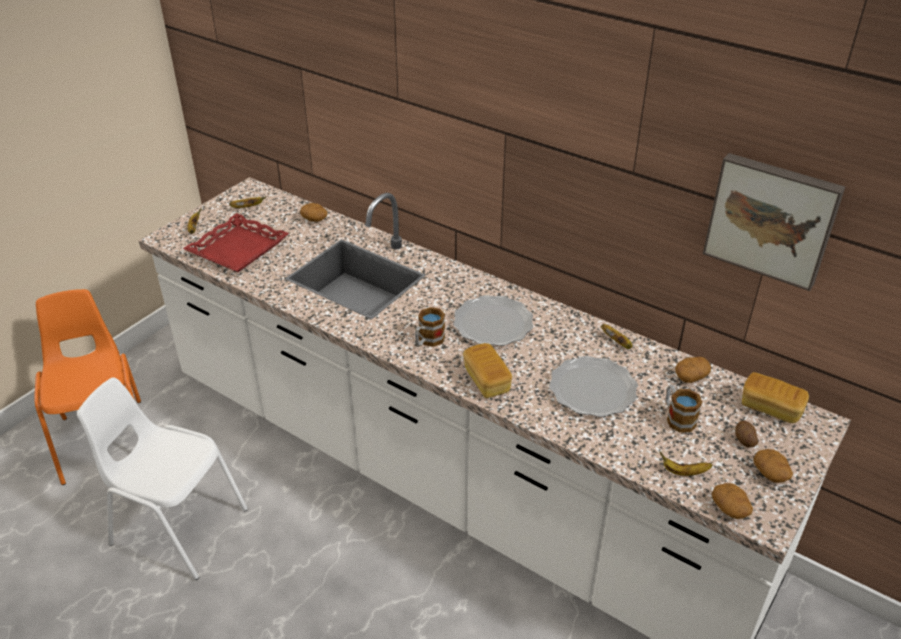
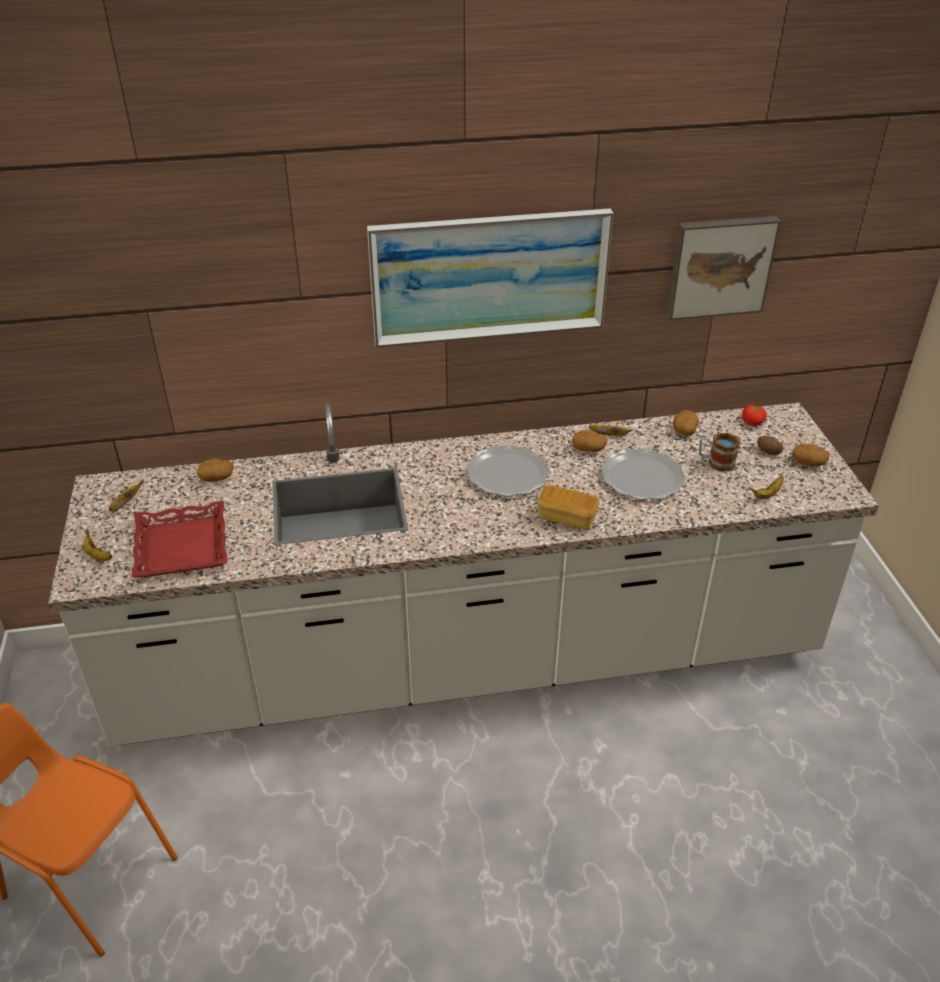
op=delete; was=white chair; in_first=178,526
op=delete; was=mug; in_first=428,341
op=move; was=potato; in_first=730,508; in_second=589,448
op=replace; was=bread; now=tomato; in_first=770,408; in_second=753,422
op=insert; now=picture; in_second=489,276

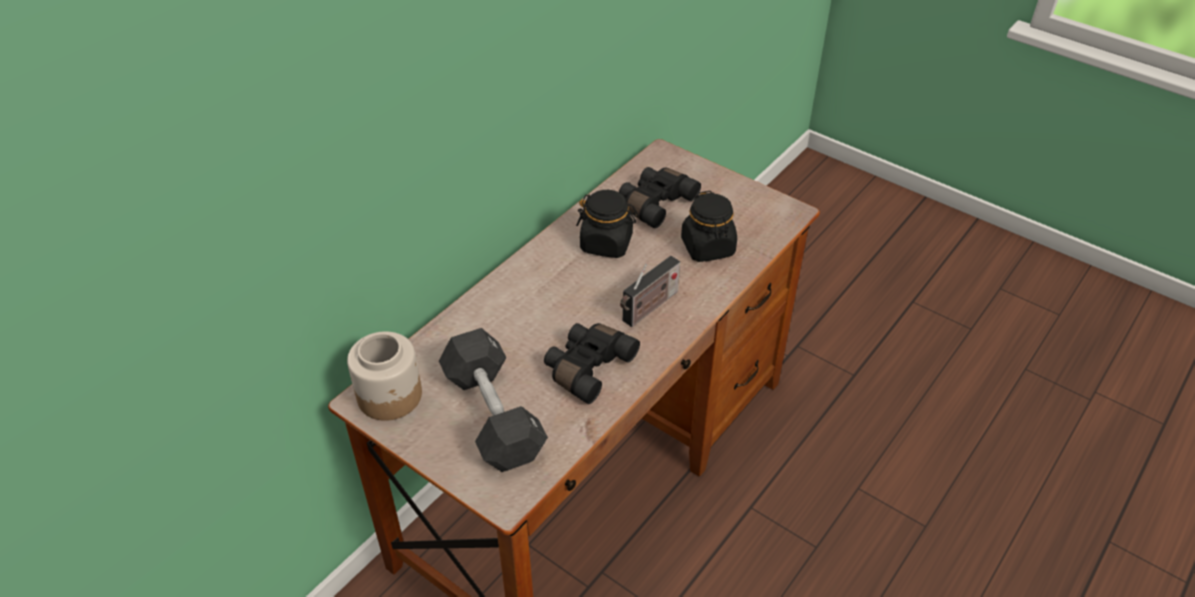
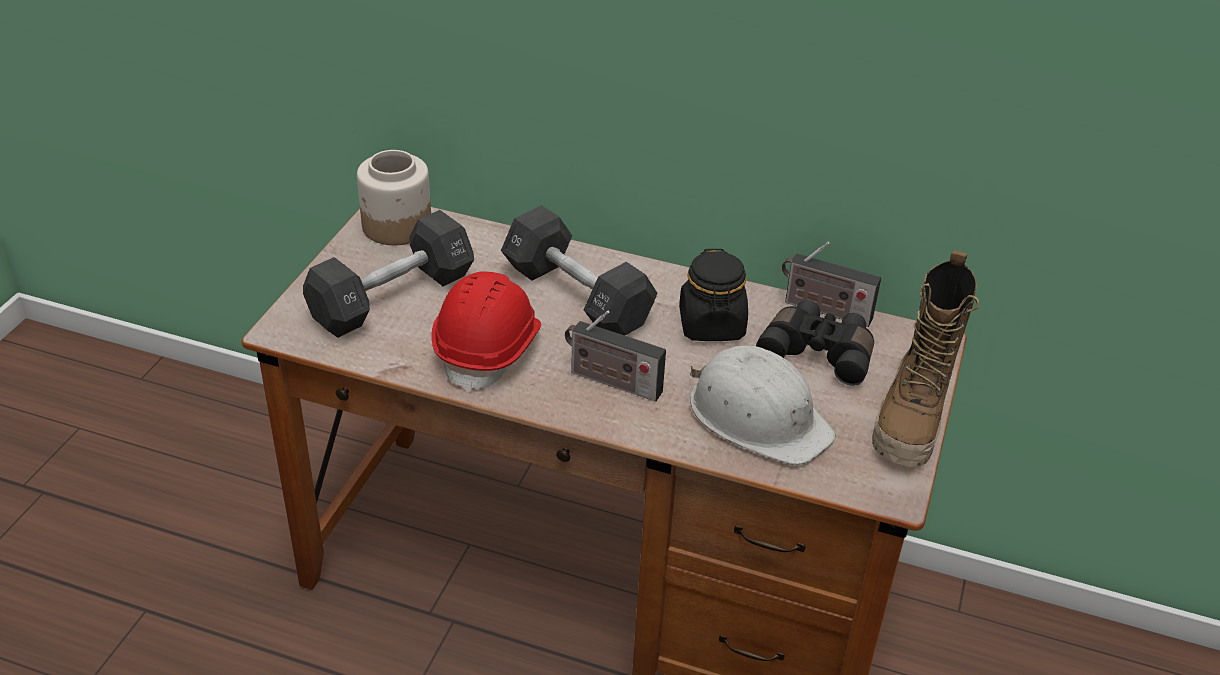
op=replace; was=black binoculars; now=red hard hat; in_first=587,367; in_second=489,349
op=replace; was=black jar; now=white hard hat; in_first=708,247; in_second=758,416
op=insert; now=black dumbbell; in_second=577,296
op=insert; now=radio; in_second=823,310
op=insert; now=boot; in_second=912,420

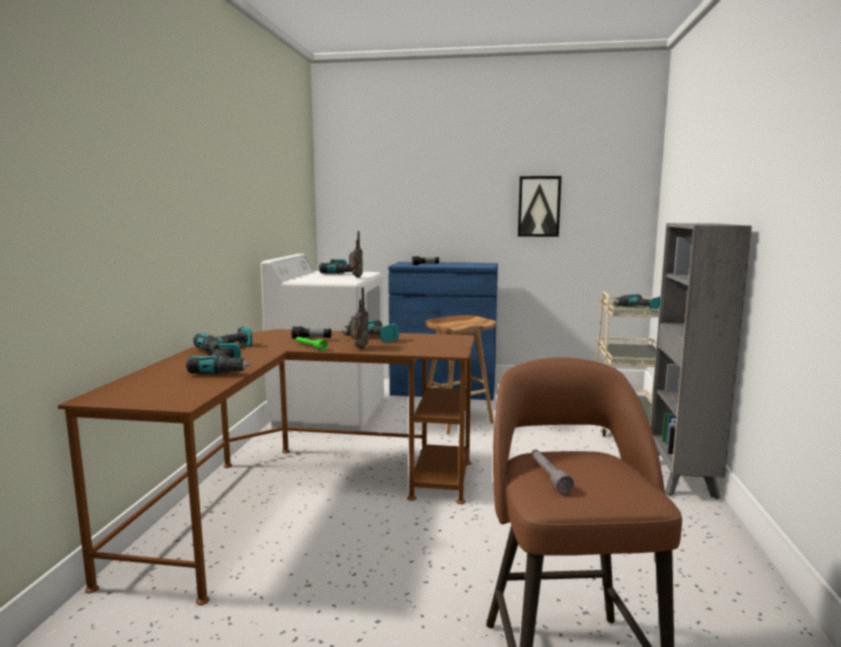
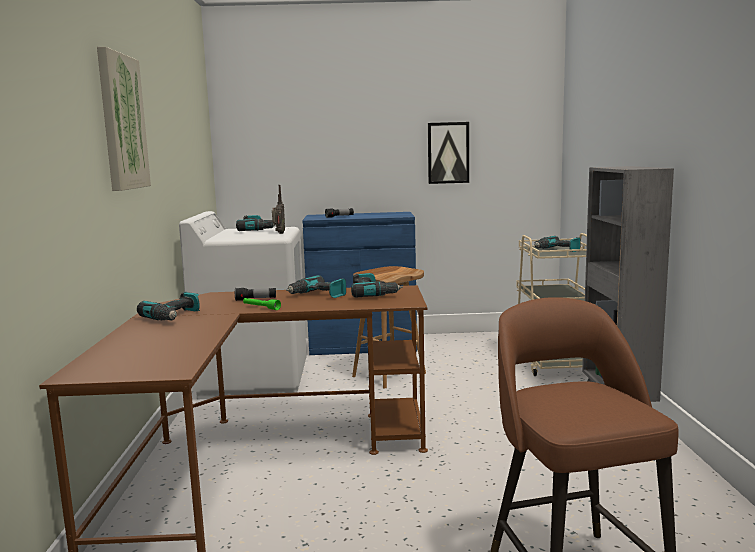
op=move; was=power drill; in_first=225,369; in_second=373,293
op=delete; was=radio; in_first=358,348
op=delete; was=grey flashlight; in_first=549,476
op=insert; now=picture; in_second=122,122

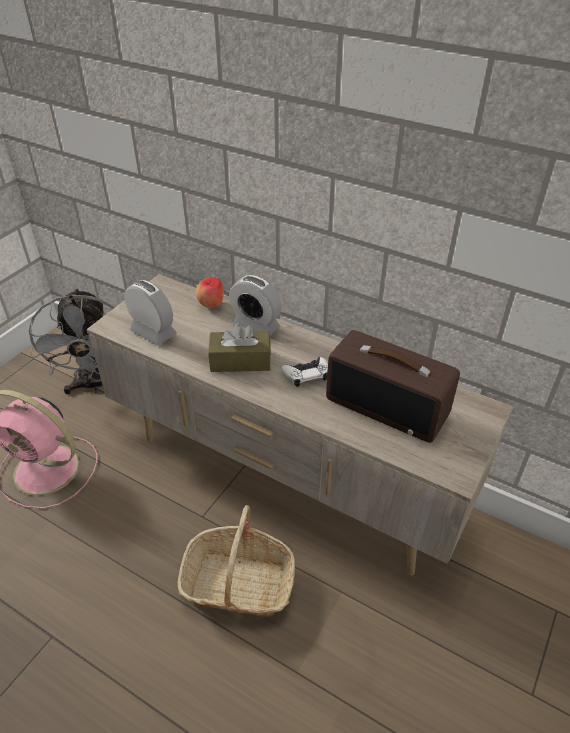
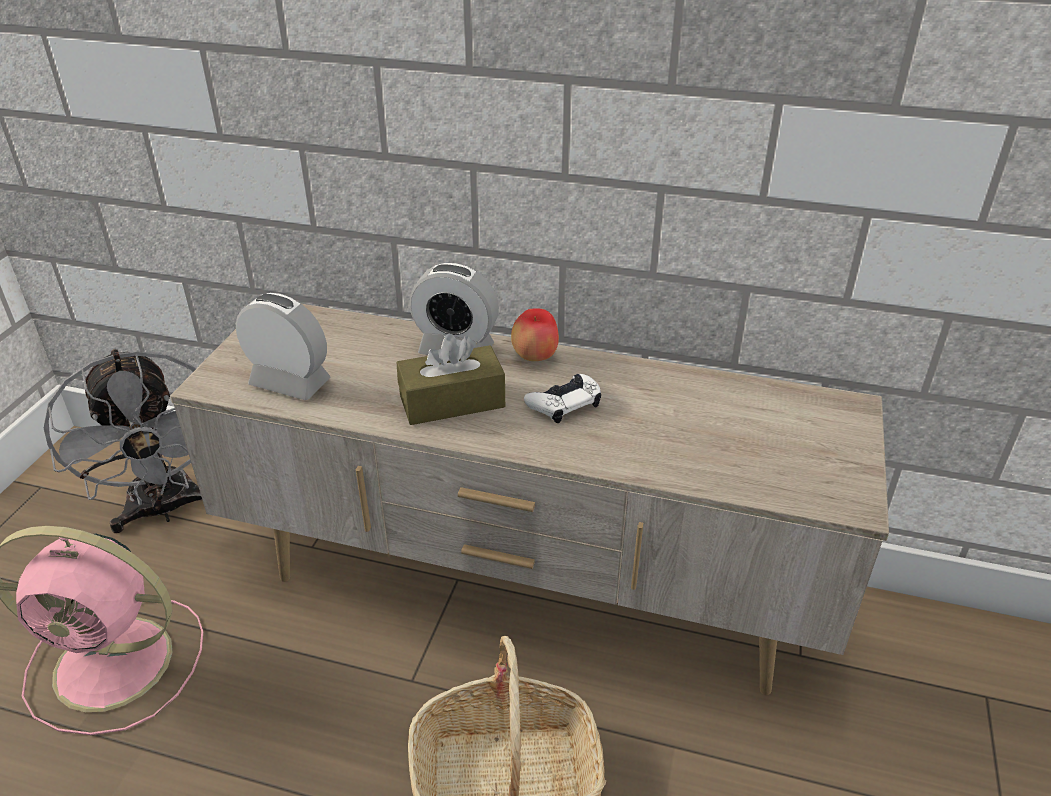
op=move; was=apple; in_first=211,305; in_second=535,357
op=delete; was=radio; in_first=388,406

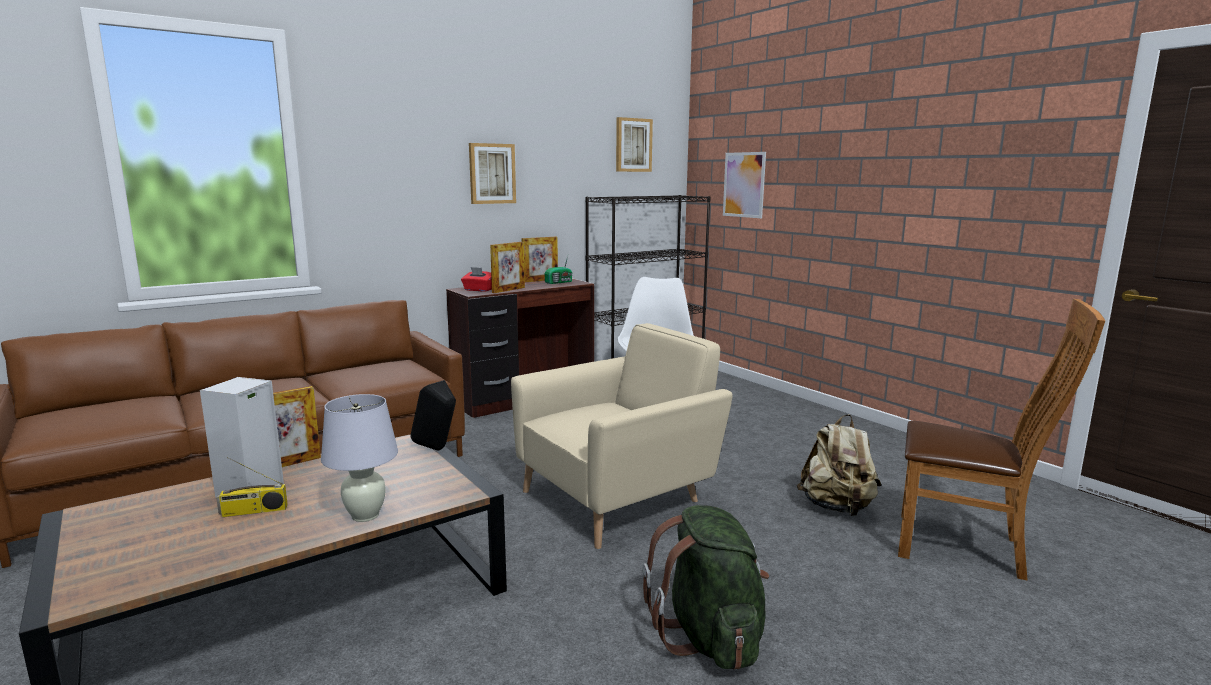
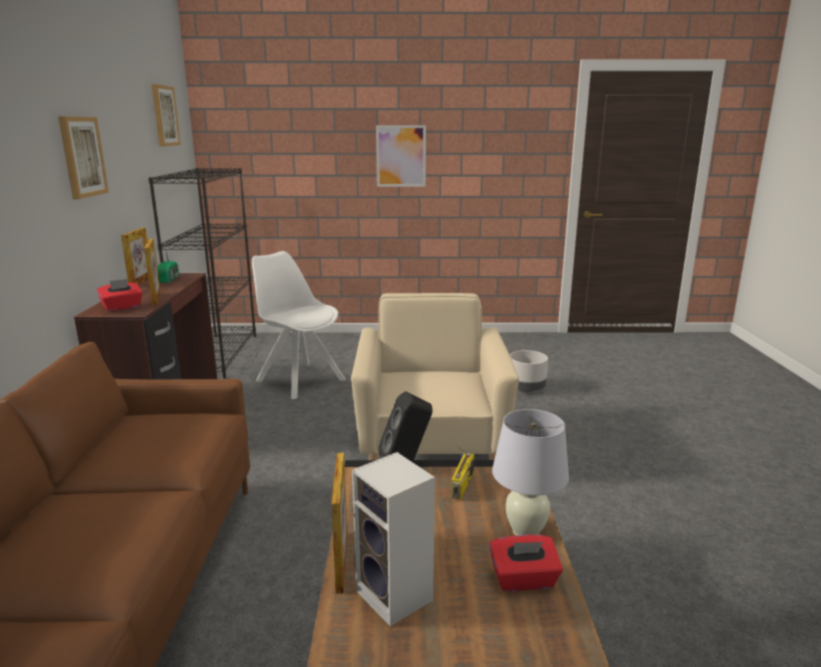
op=move; was=radio; in_first=253,511; in_second=463,485
op=delete; was=green backpack; in_first=710,637
op=move; was=picture; in_first=744,185; in_second=401,156
op=replace; was=beige backpack; now=grey planter; in_first=837,508; in_second=526,388
op=delete; was=brown chair; in_first=968,547
op=insert; now=red tissue box; in_second=523,580

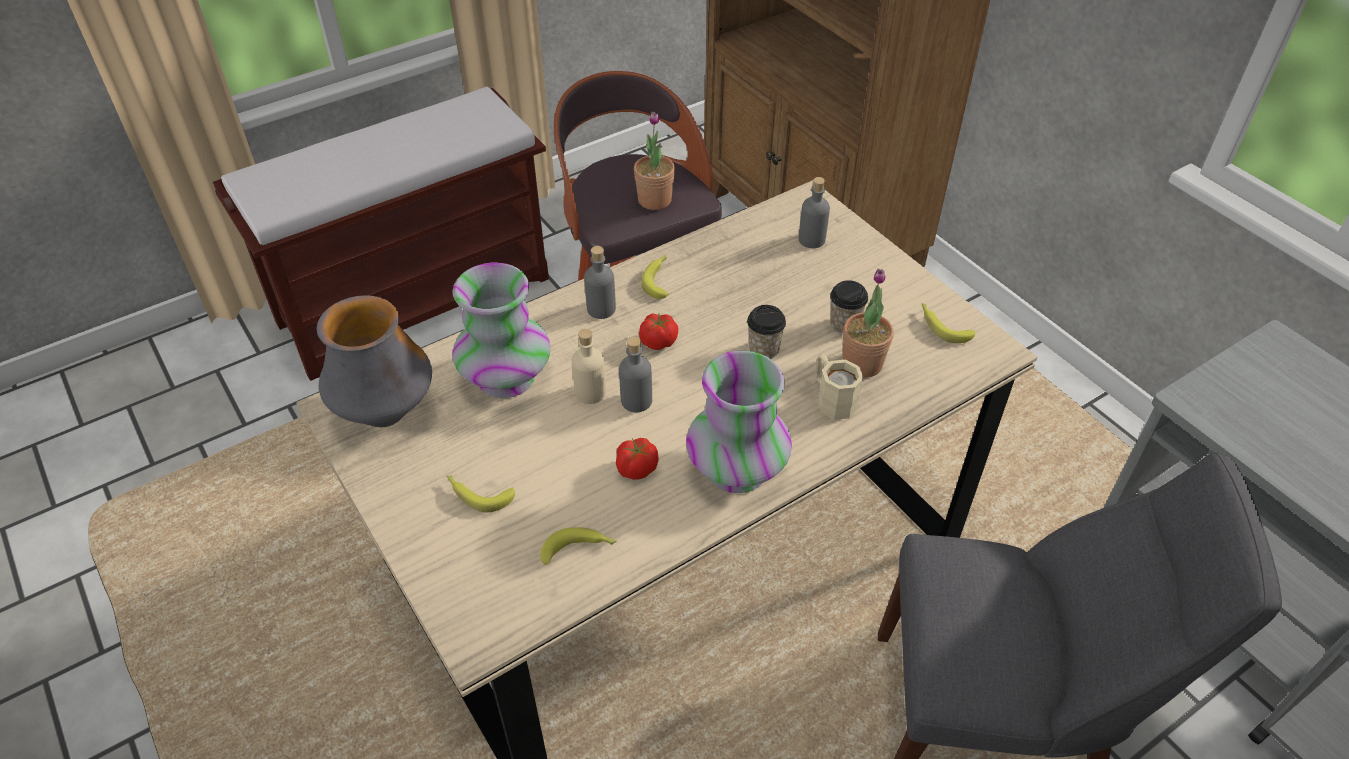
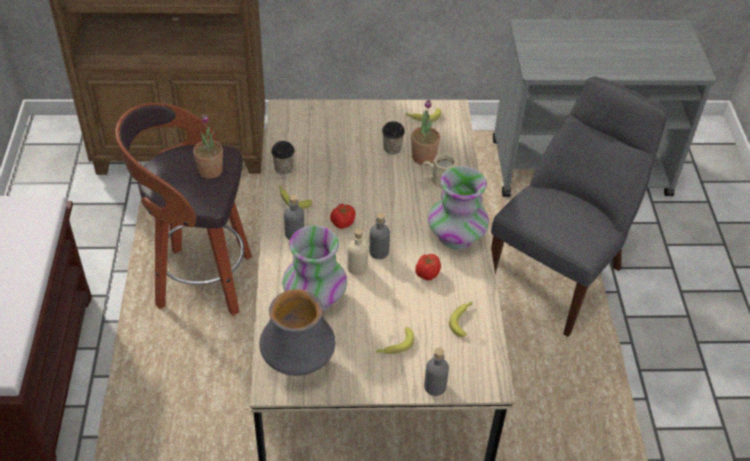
op=move; was=cup; in_first=764,350; in_second=283,169
op=move; was=grey bottle; in_first=811,239; in_second=435,386

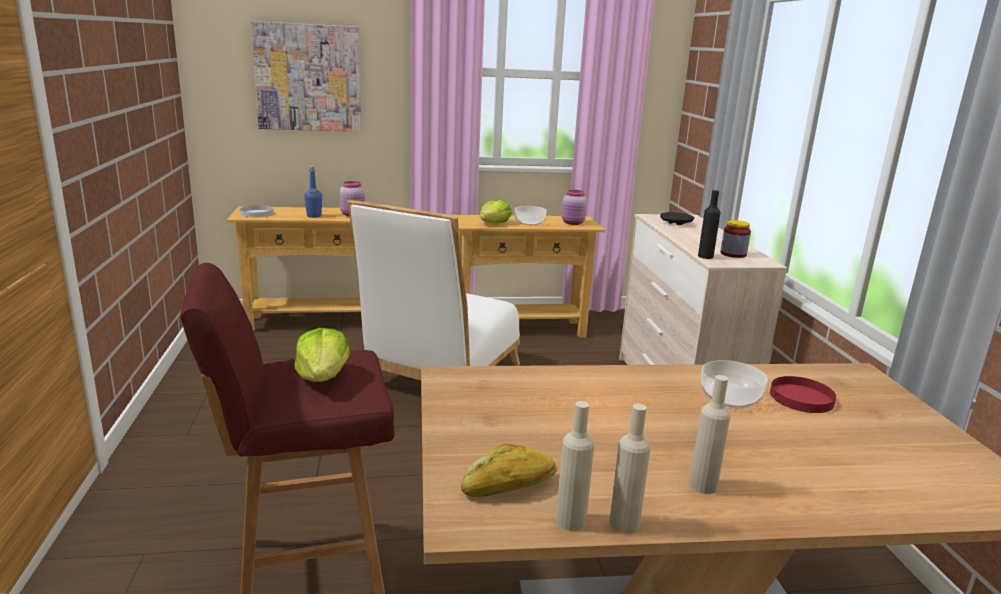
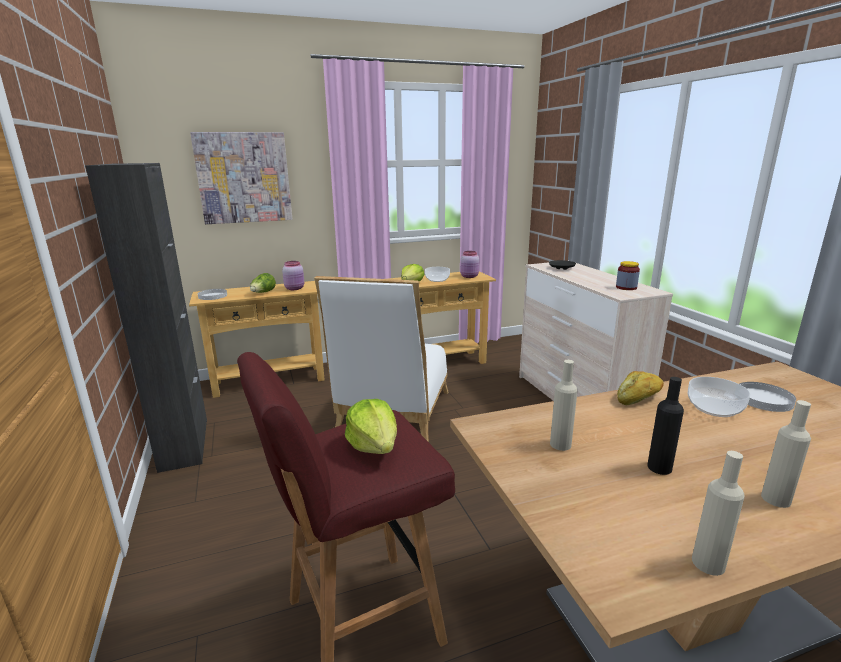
op=replace; was=blue bottle; now=lettuce; in_first=314,216; in_second=263,293
op=move; was=bread; in_first=509,486; in_second=639,397
op=move; was=beige bottle; in_first=624,523; in_second=560,444
op=move; was=black bottle; in_first=705,256; in_second=659,467
op=recolor; was=red plate; now=white plate; in_first=801,398; in_second=763,399
op=insert; now=black cabinet; in_second=184,444

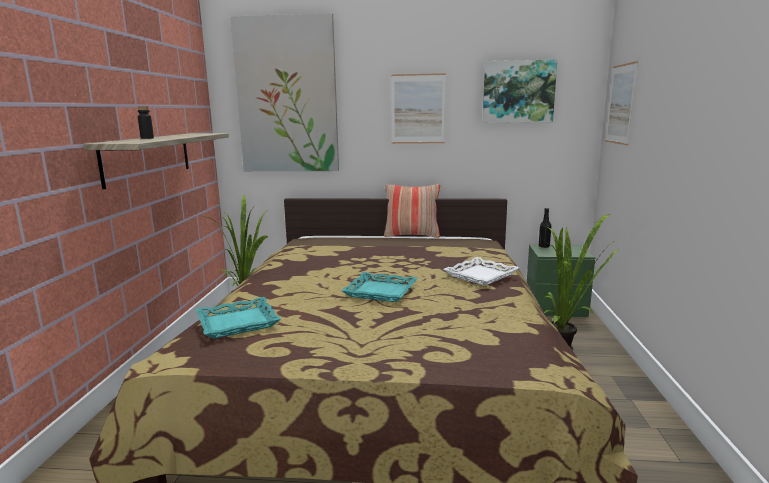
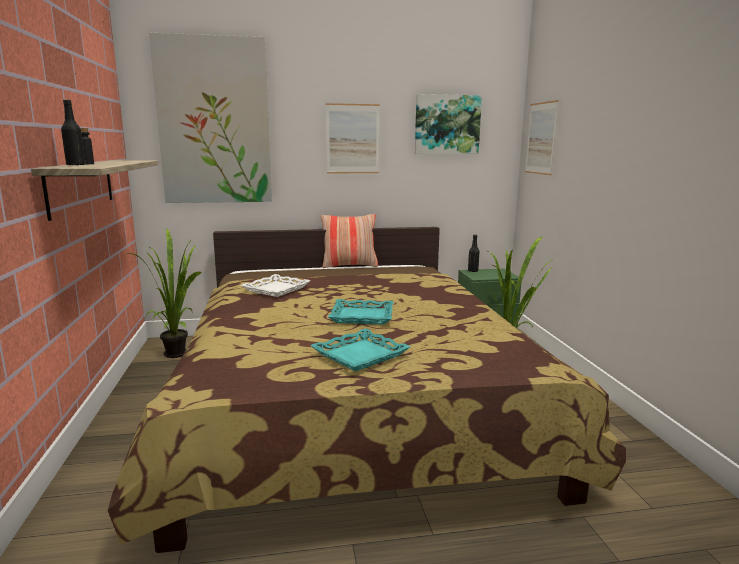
op=move; was=turquoise tray; in_first=238,322; in_second=360,355
op=move; was=white tray; in_first=481,275; in_second=276,289
op=insert; now=black bottle; in_second=76,165

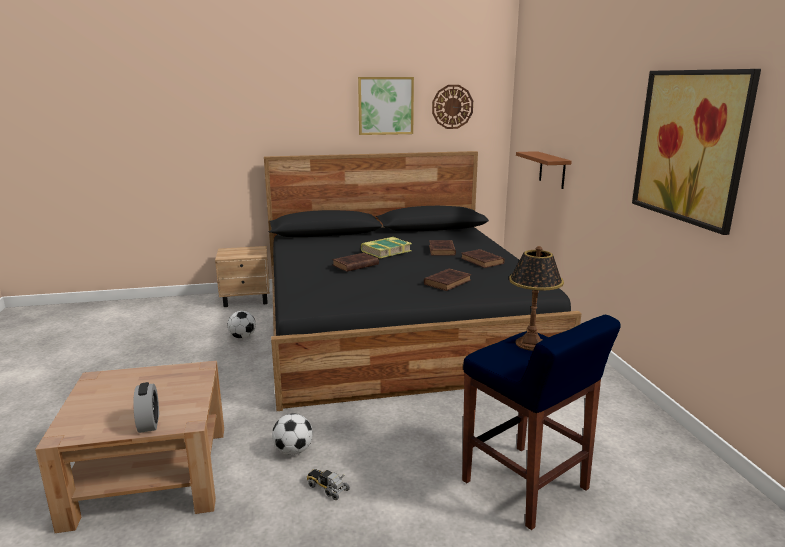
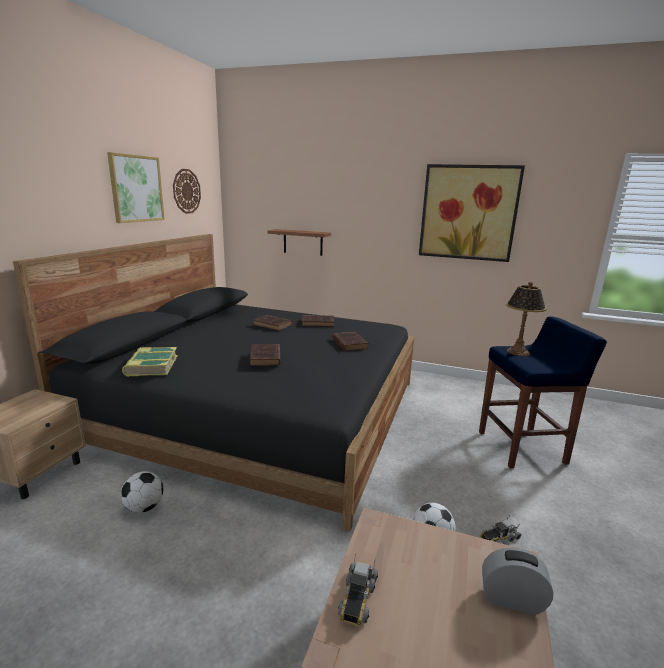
op=move; was=book; in_first=385,251; in_second=151,366
op=insert; now=toy truck; in_second=357,598

